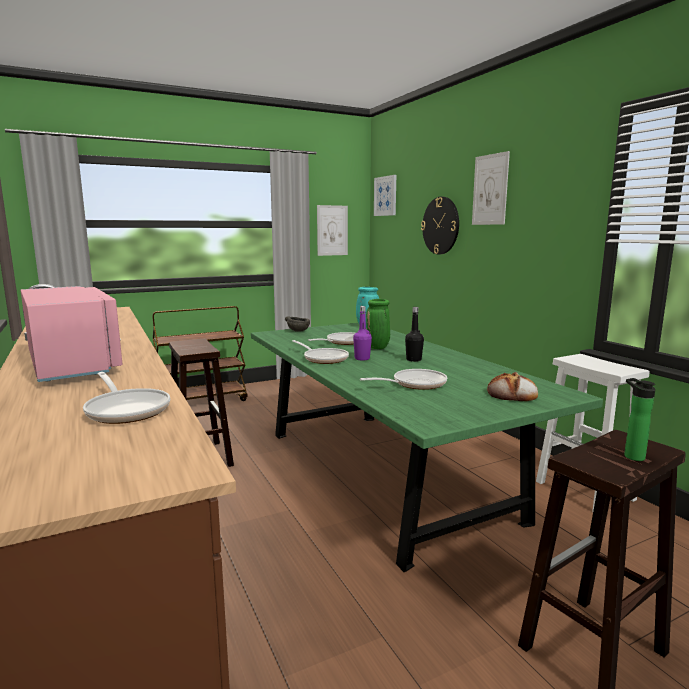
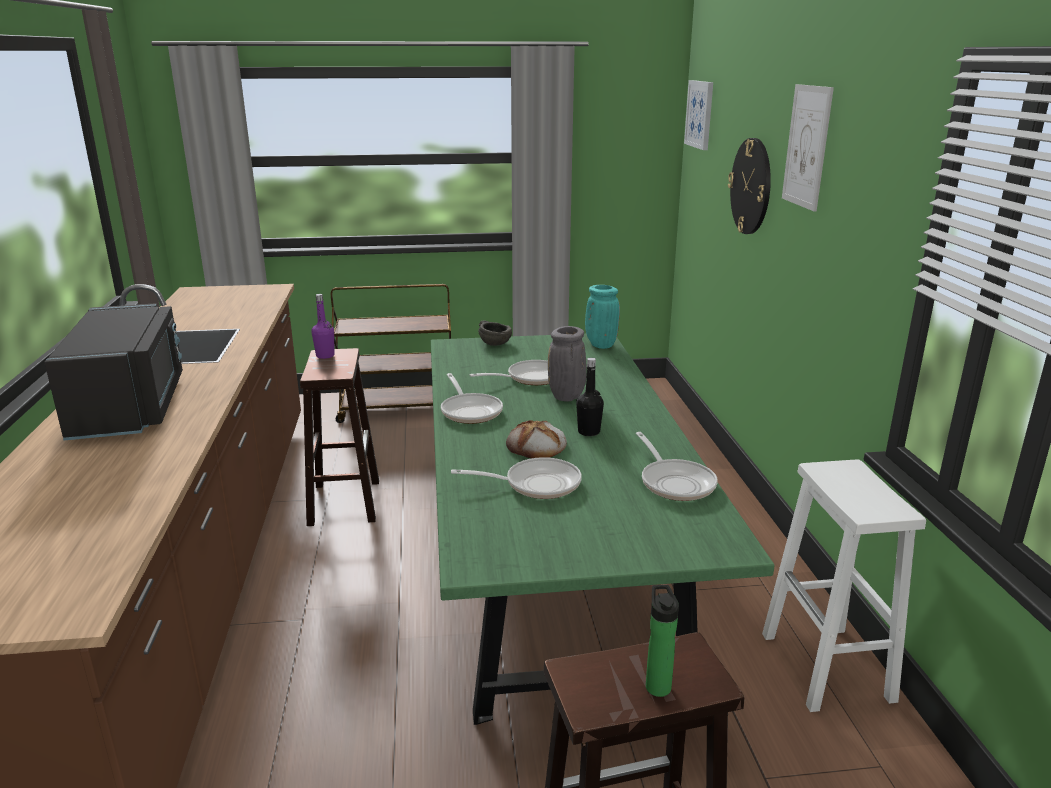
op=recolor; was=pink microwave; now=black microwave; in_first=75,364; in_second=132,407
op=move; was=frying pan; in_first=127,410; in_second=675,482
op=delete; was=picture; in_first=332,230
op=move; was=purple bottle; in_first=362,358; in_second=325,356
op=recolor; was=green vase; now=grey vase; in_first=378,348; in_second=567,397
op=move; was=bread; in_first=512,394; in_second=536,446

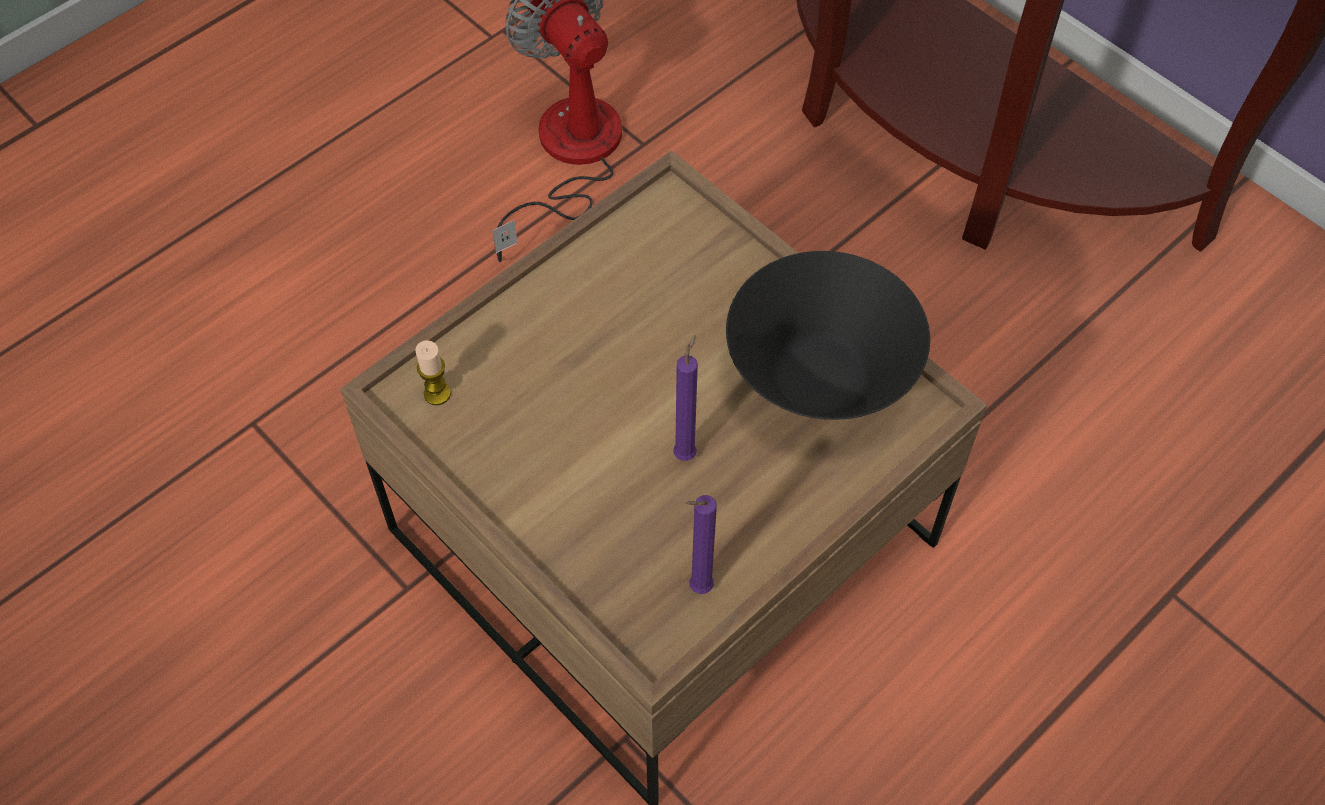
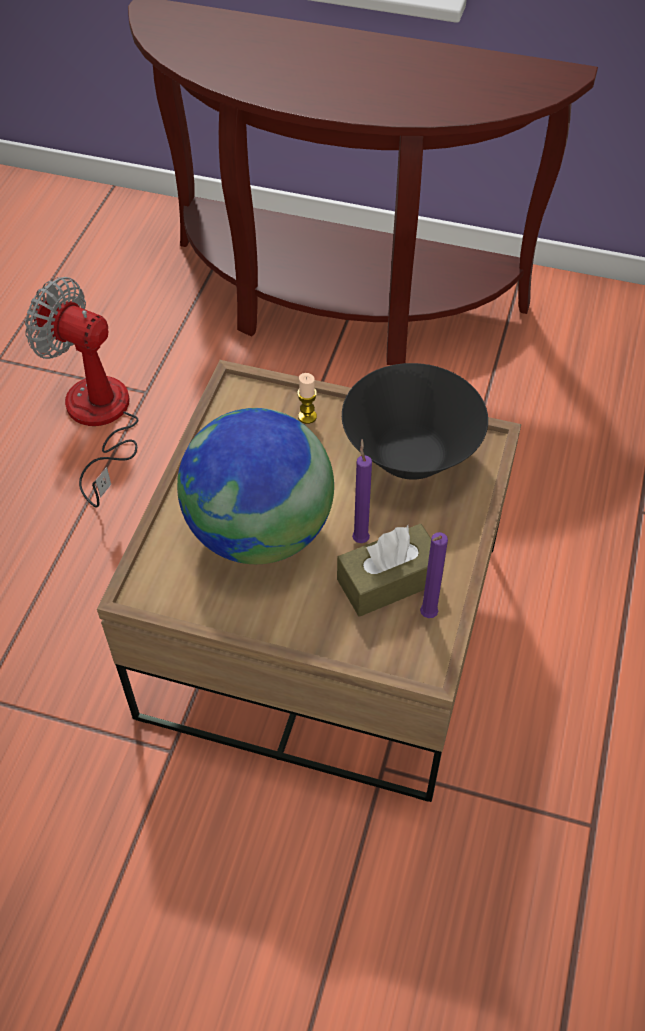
op=move; was=candle; in_first=437,394; in_second=307,416
op=insert; now=globe; in_second=259,532
op=insert; now=brown tissue box; in_second=389,581

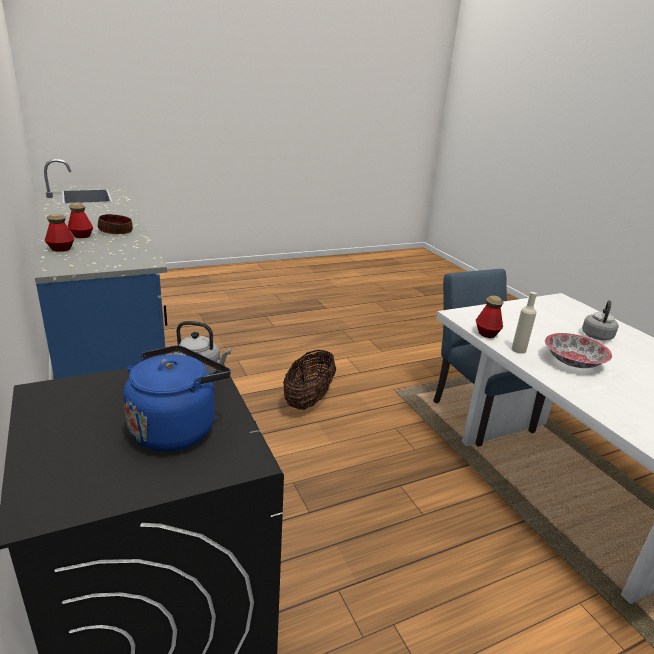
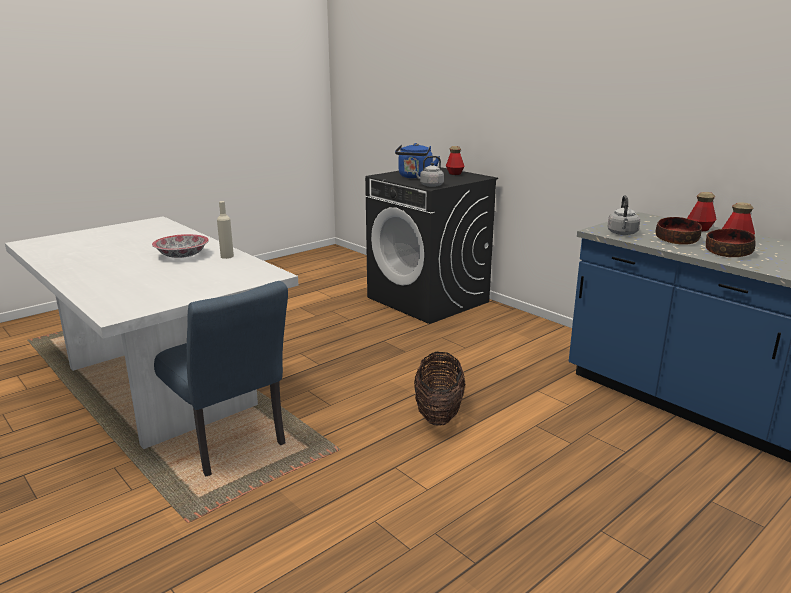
op=move; was=bottle; in_first=486,333; in_second=454,173
op=move; was=grey kettle; in_first=597,335; in_second=622,233
op=insert; now=bowl; in_second=676,240

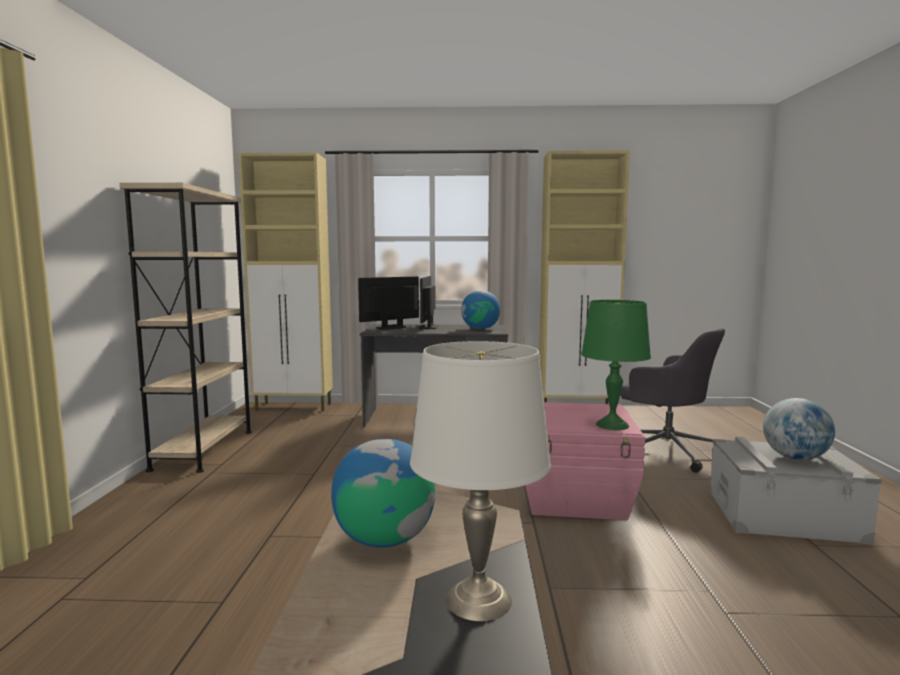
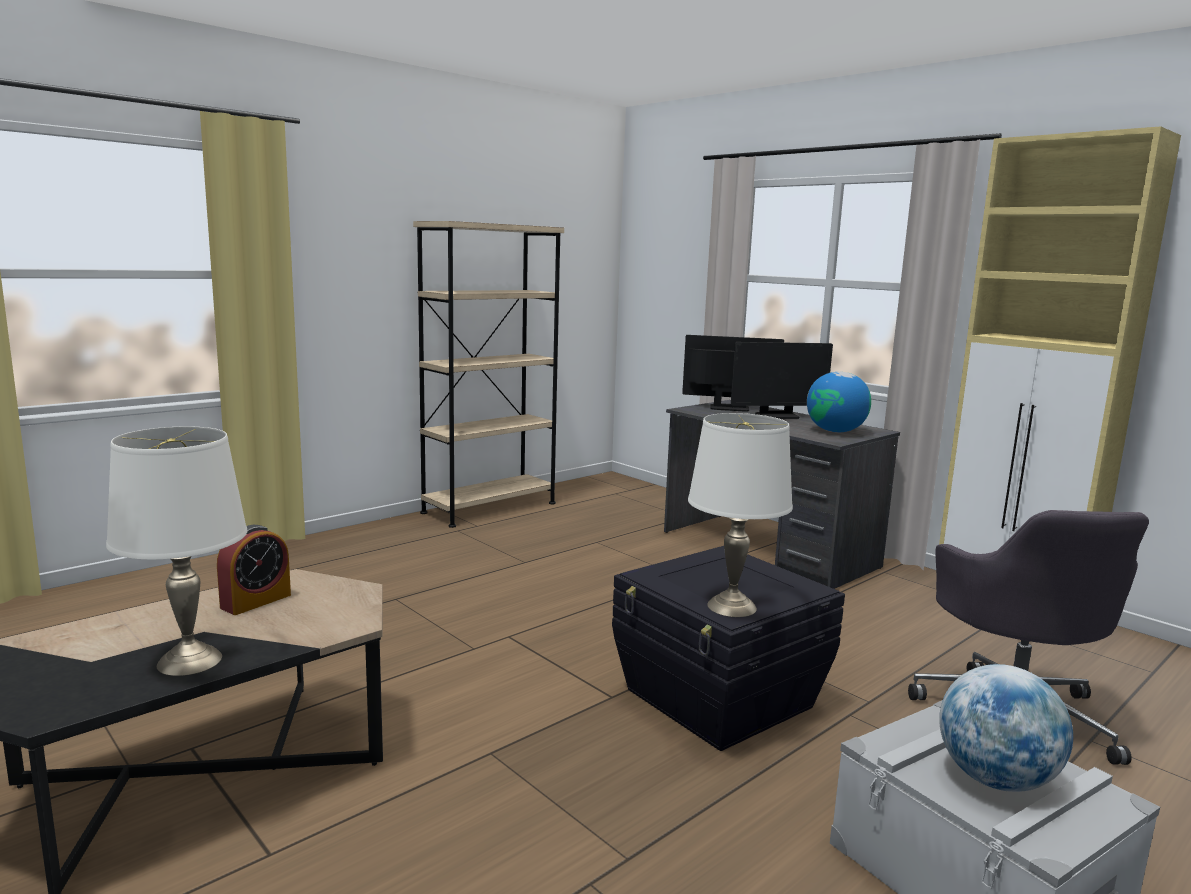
op=delete; was=beige cabinet; in_first=295,407
op=replace; was=globe; now=alarm clock; in_first=384,539; in_second=256,601
op=rotate; was=monitor; in_first=428,327; in_second=776,416; clockwise=-150
op=recolor; was=pink storage box; now=black storage box; in_first=575,497; in_second=719,699
op=recolor; was=green table lamp; now=white table lamp; in_first=612,425; in_second=731,606

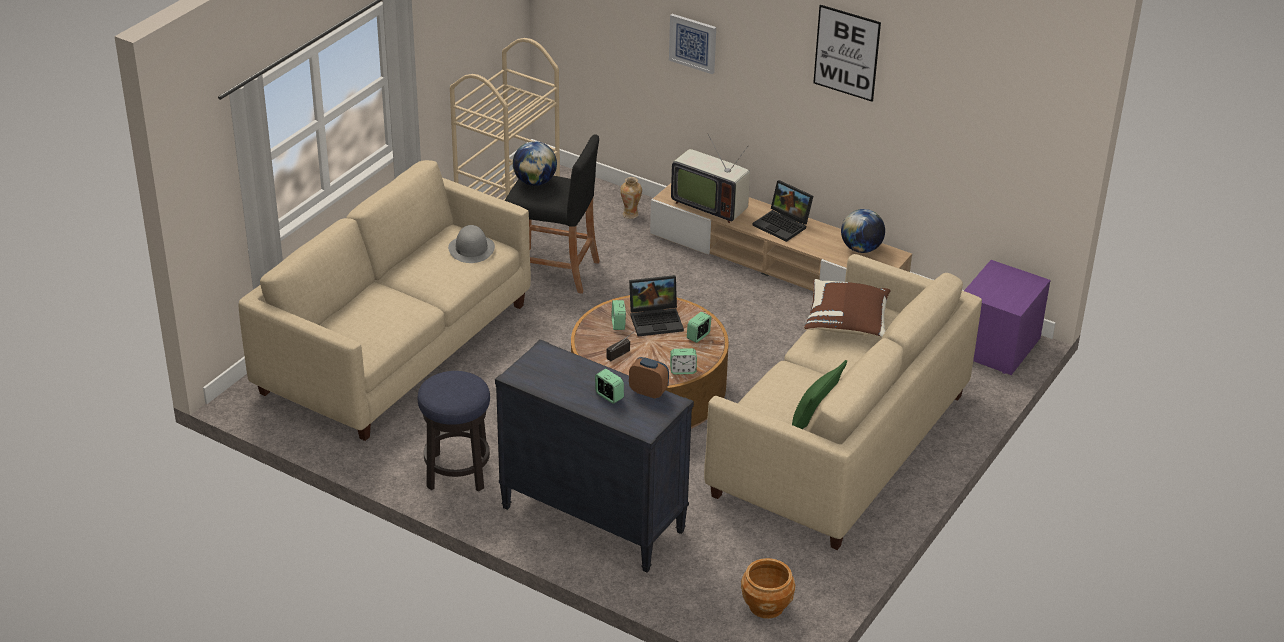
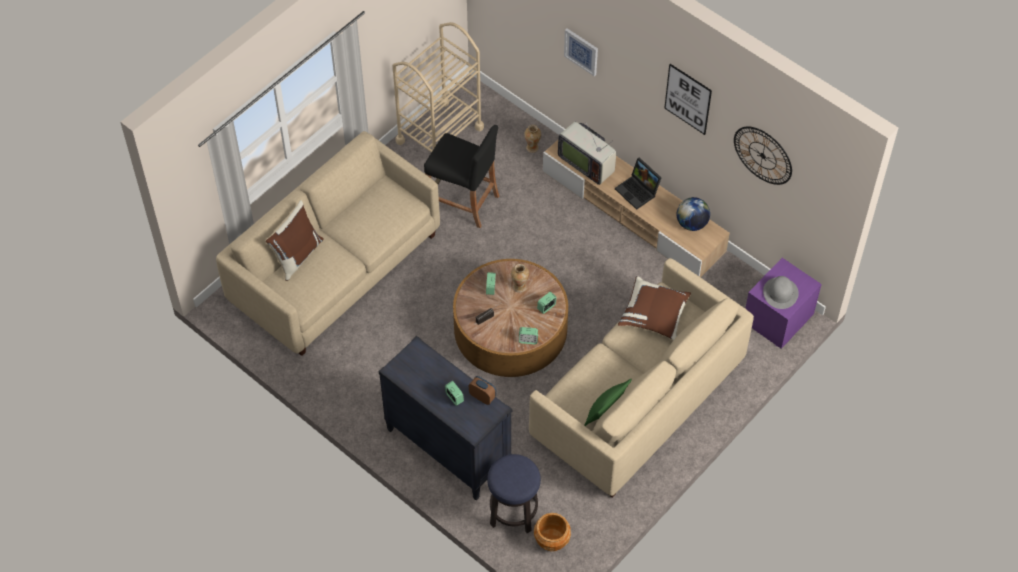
op=move; was=stool; in_first=457,472; in_second=513,512
op=move; was=grey hat; in_first=471,248; in_second=780,292
op=delete; was=globe; in_first=535,182
op=replace; was=laptop; now=vase; in_first=657,320; in_second=519,287
op=insert; now=brown pillow; in_second=297,255
op=insert; now=wall clock; in_second=762,155

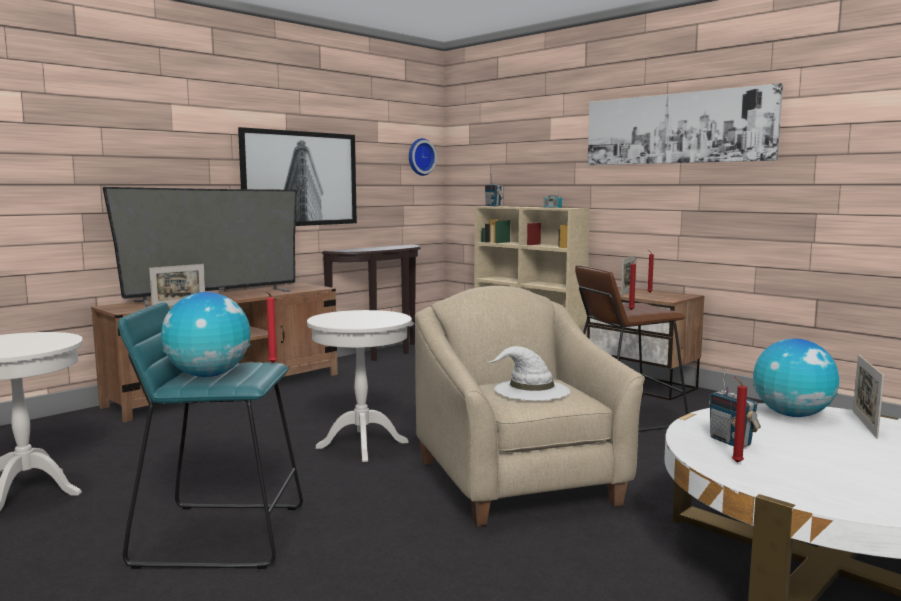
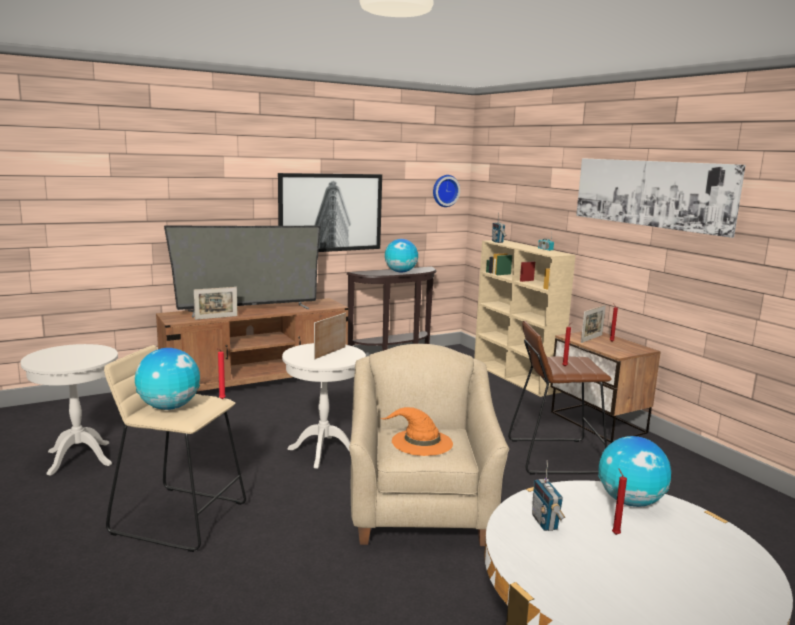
op=recolor; was=turquoise stool; now=beige stool; in_first=221,534; in_second=180,517
op=recolor; was=white hat; now=orange hat; in_first=531,390; in_second=421,442
op=move; was=red candle; in_first=735,462; in_second=615,533
op=move; was=picture frame; in_first=864,424; in_second=330,353
op=insert; now=globe; in_second=400,272

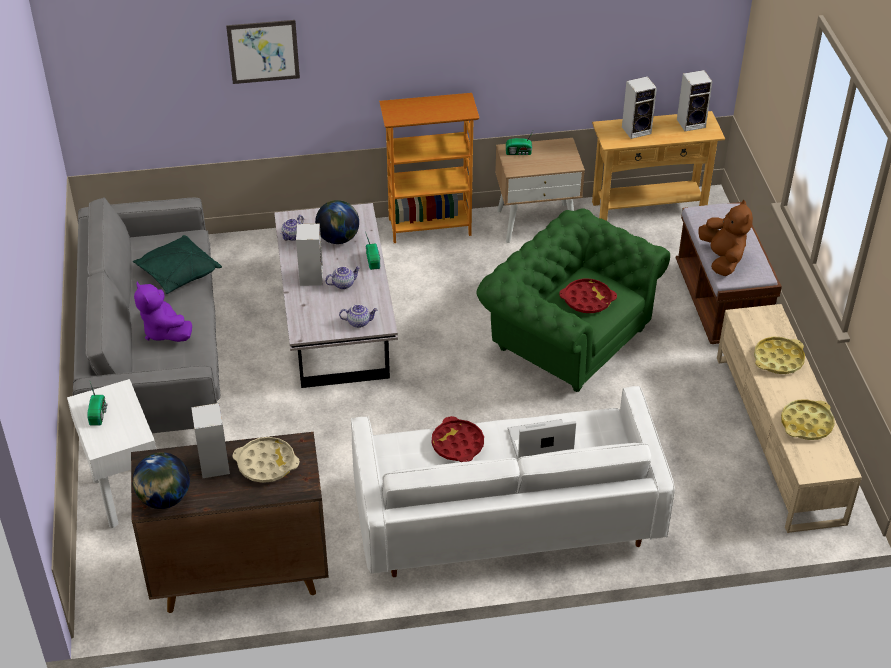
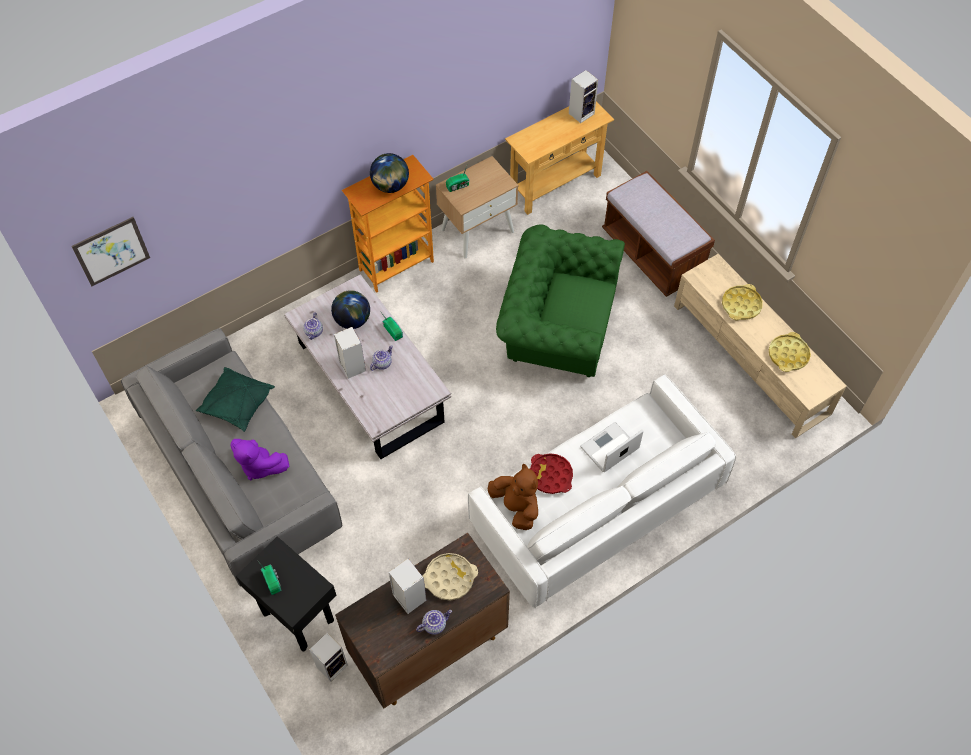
op=recolor; was=white side table; now=black side table; in_first=127,495; in_second=298,616
op=move; was=globe; in_first=164,499; in_second=390,186
op=move; was=picture; in_first=263,51; in_second=111,251
op=move; was=teapot; in_first=359,322; in_second=434,624
op=delete; was=red tray; in_first=587,300
op=move; was=speaker; in_first=637,130; in_second=332,665
op=move; was=brown plush toy; in_first=722,259; in_second=516,507

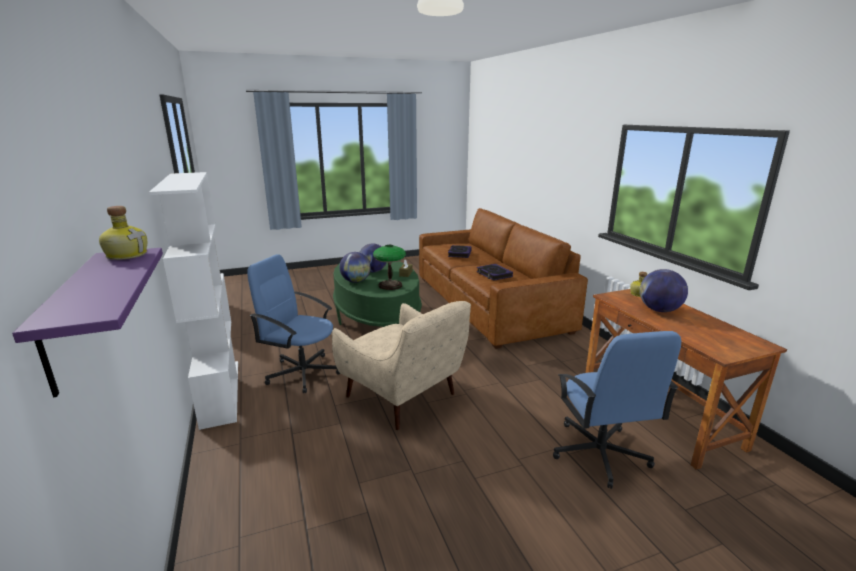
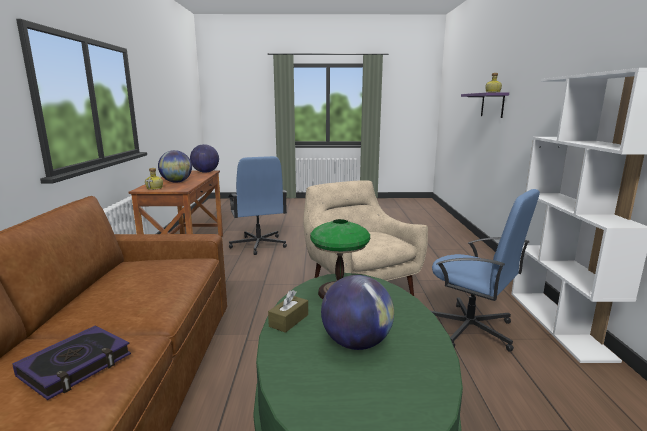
op=move; was=globe; in_first=356,281; in_second=205,172
op=delete; was=book; in_first=494,274
op=rotate; was=blue office chair; in_first=599,454; in_second=258,245; clockwise=150

